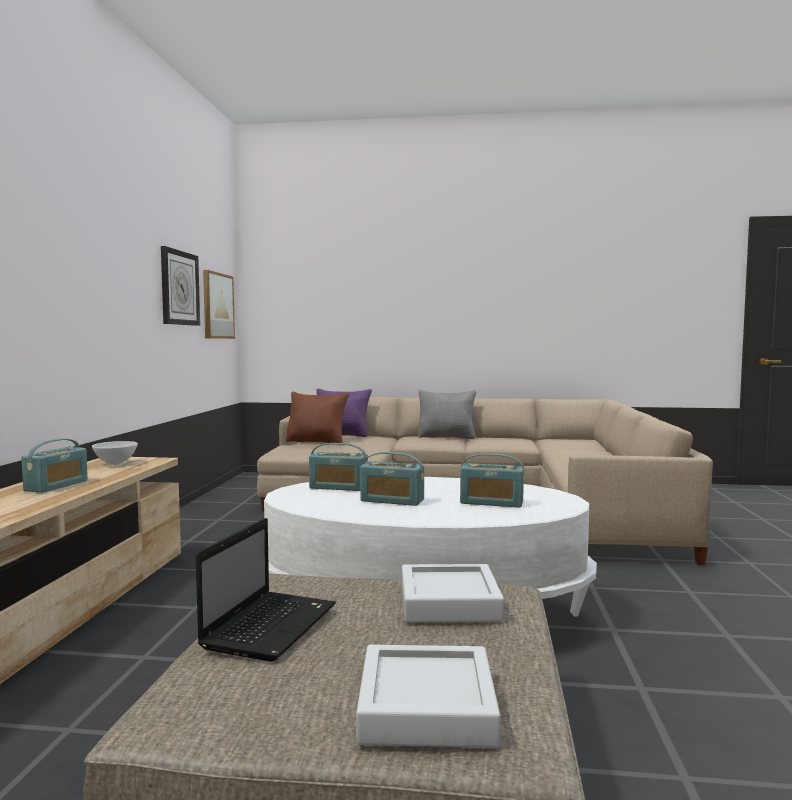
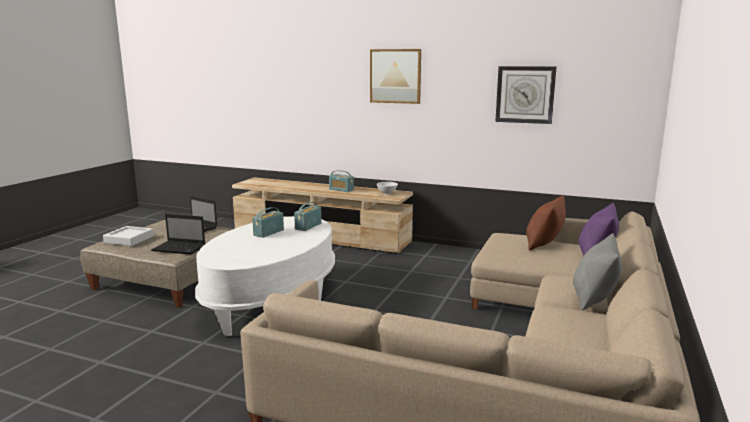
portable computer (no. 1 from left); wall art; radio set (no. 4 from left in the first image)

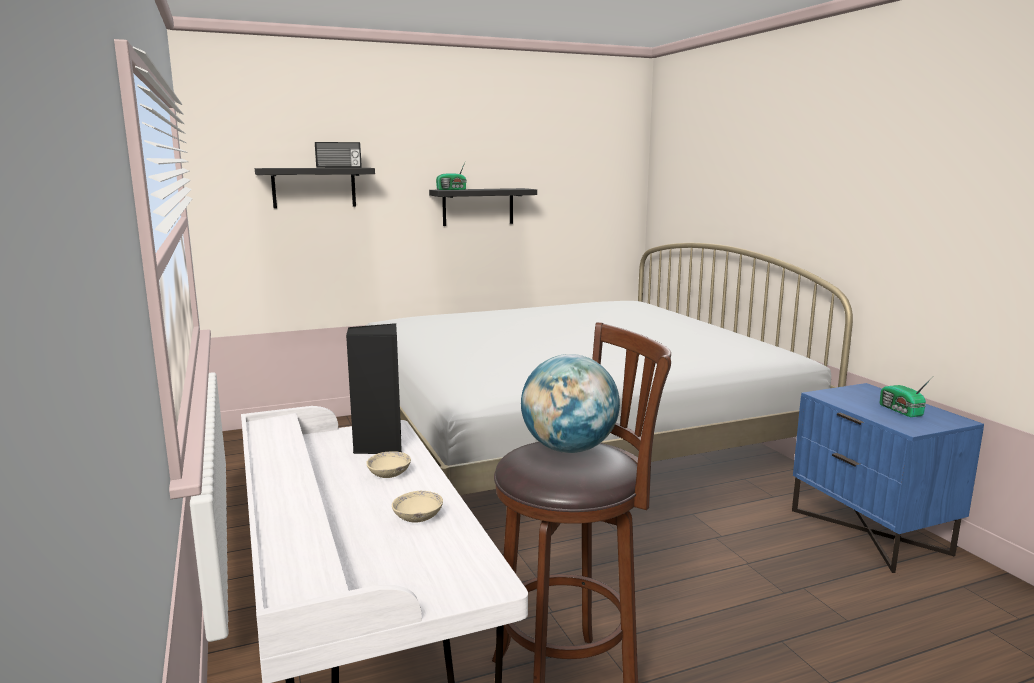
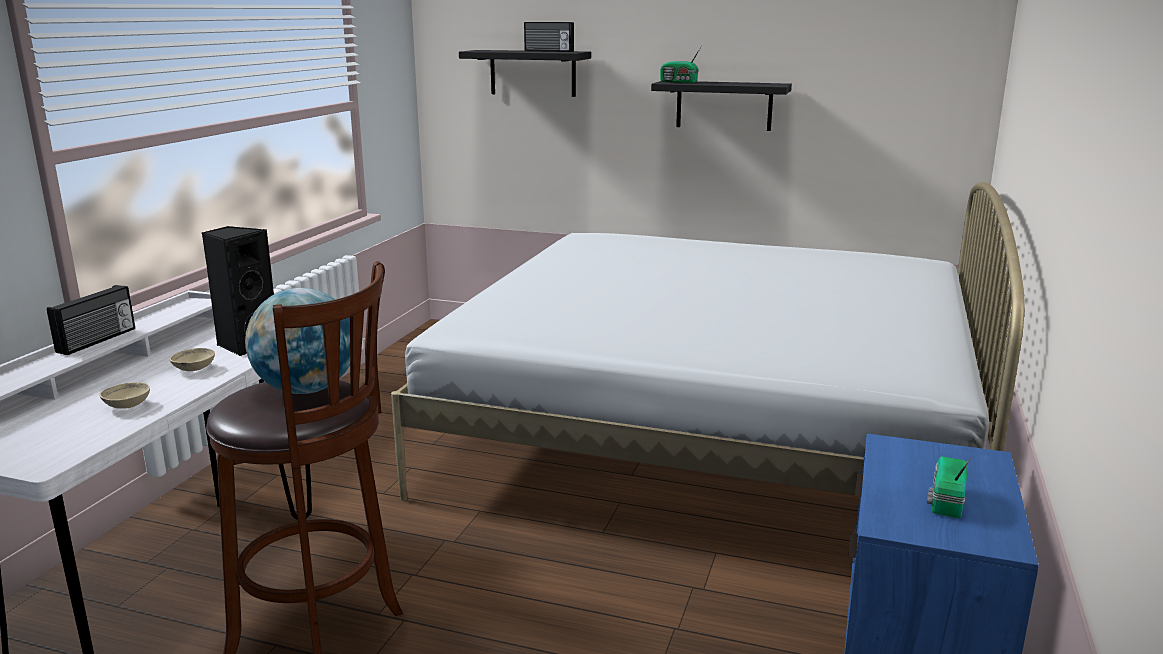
radio set (no. 1 from left)

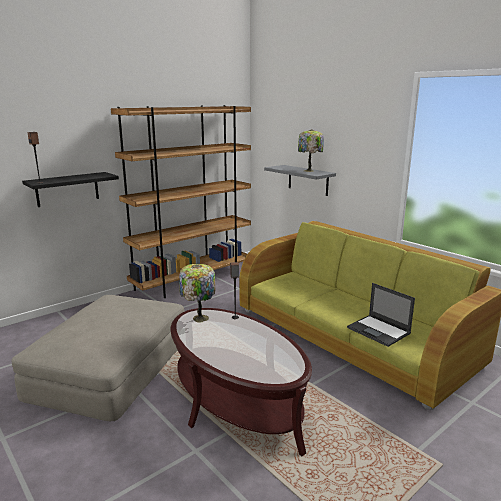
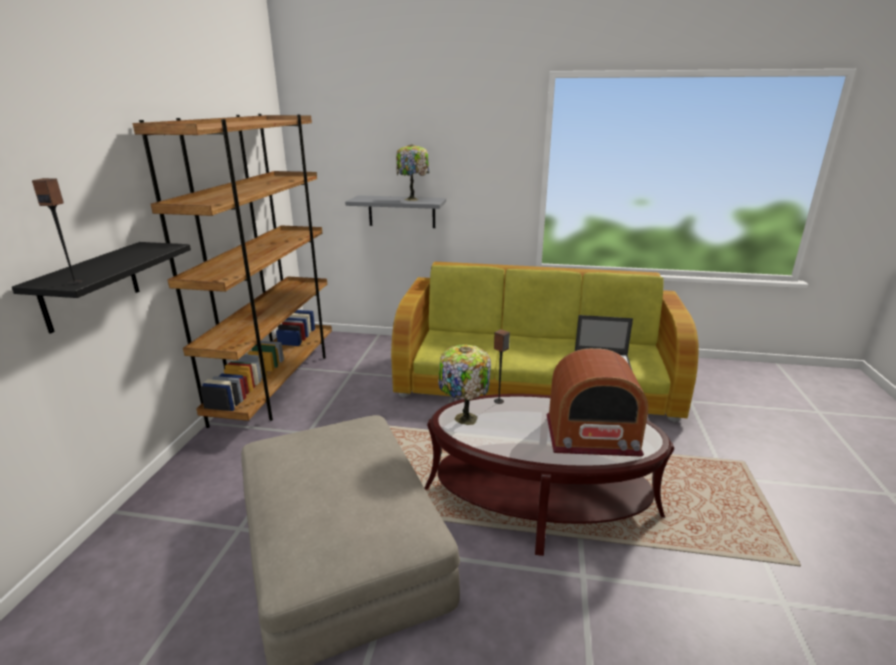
radio set

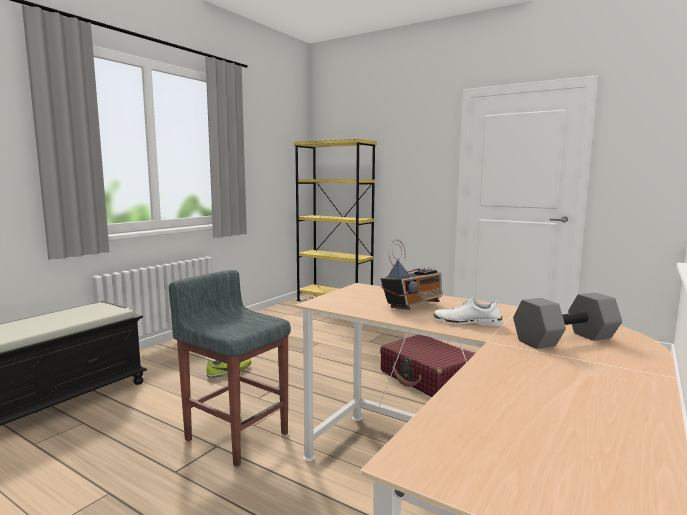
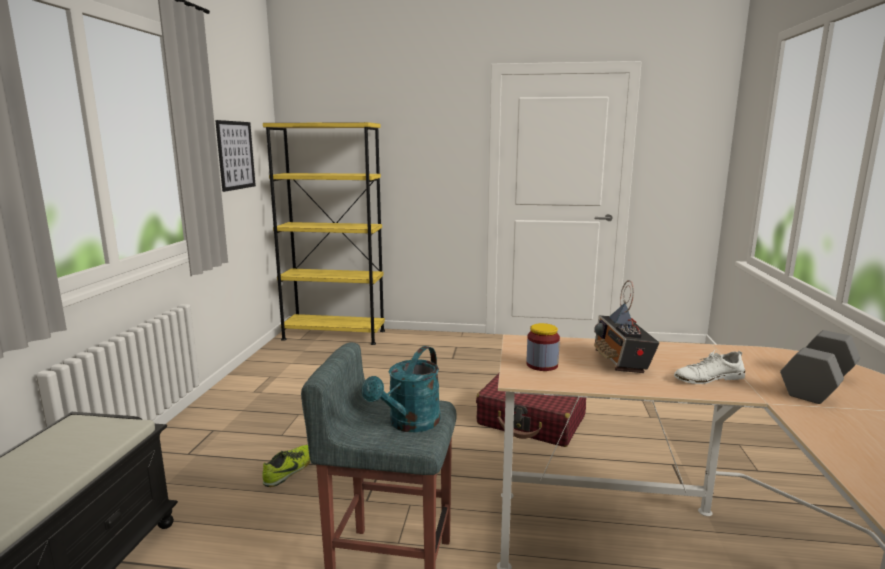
wall art; sprinkling can (turquoise); jar; radio set

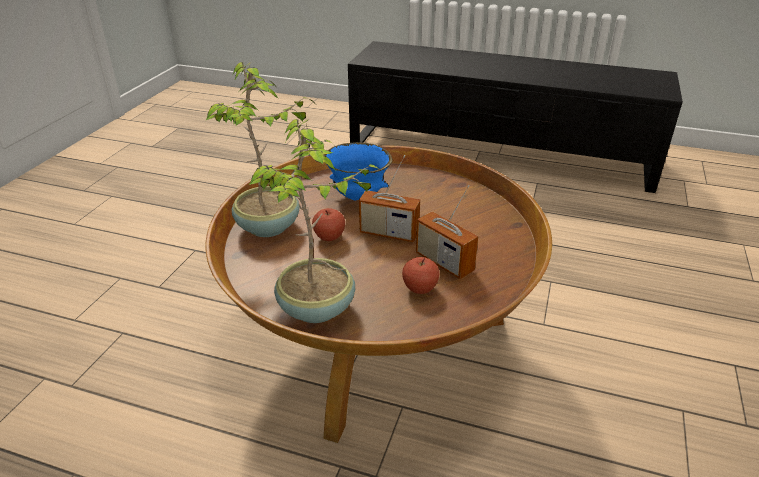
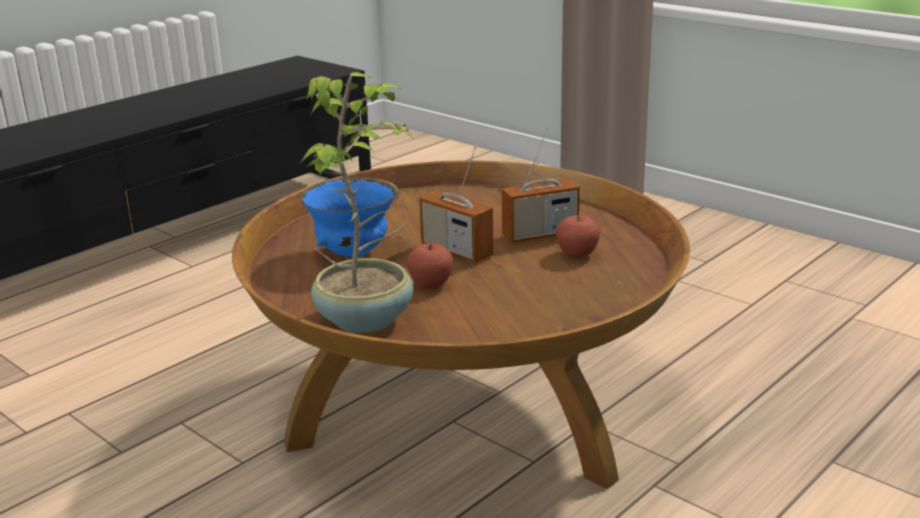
radio set (no. 1 from left); houseplant (no. 2 from left in the first image)

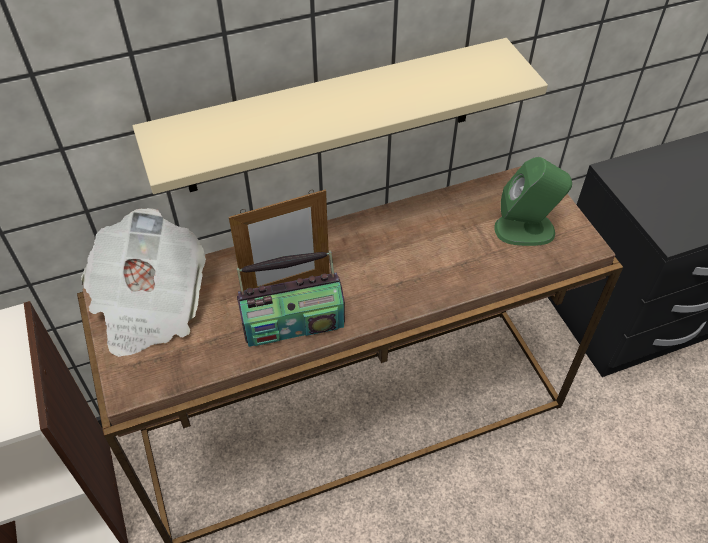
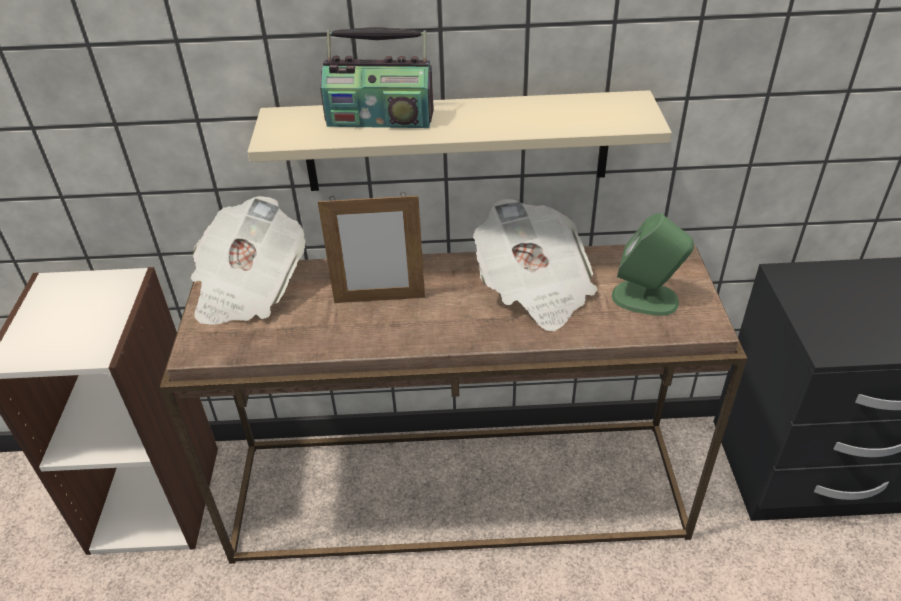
radio set; printed paper (no. 2 from left)

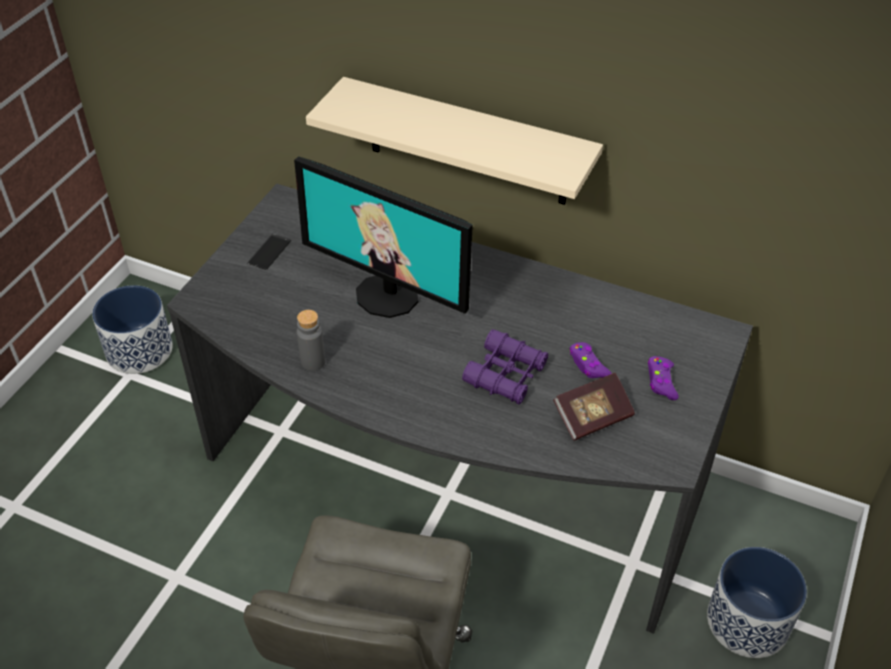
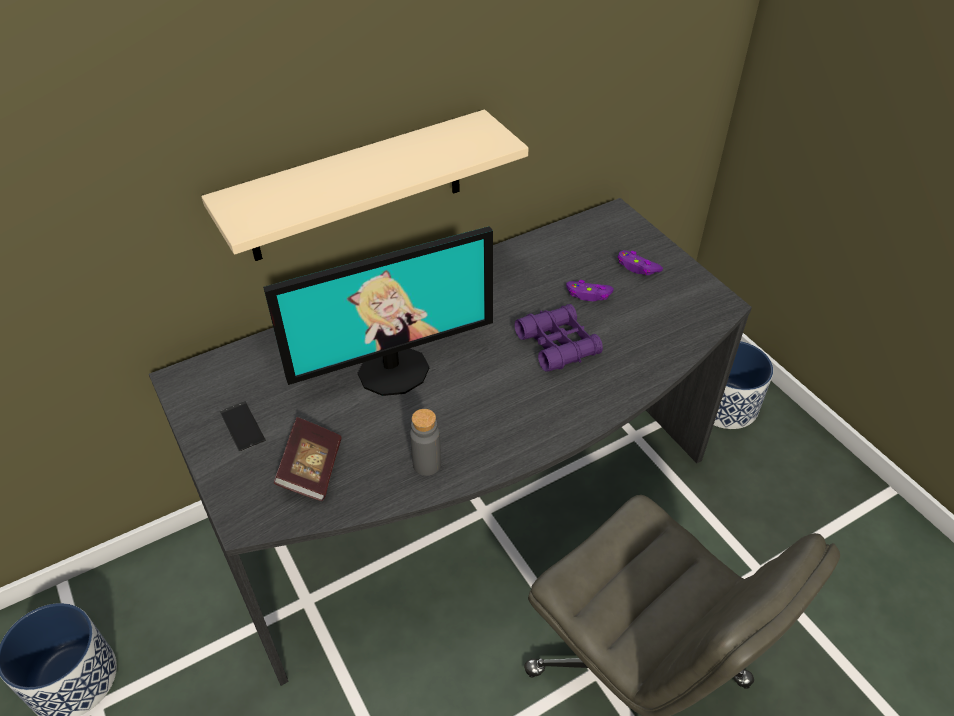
volume

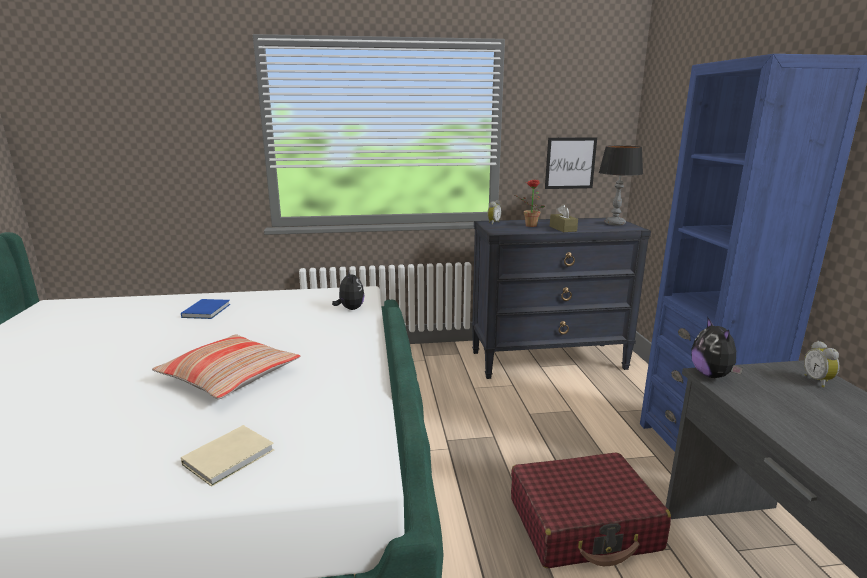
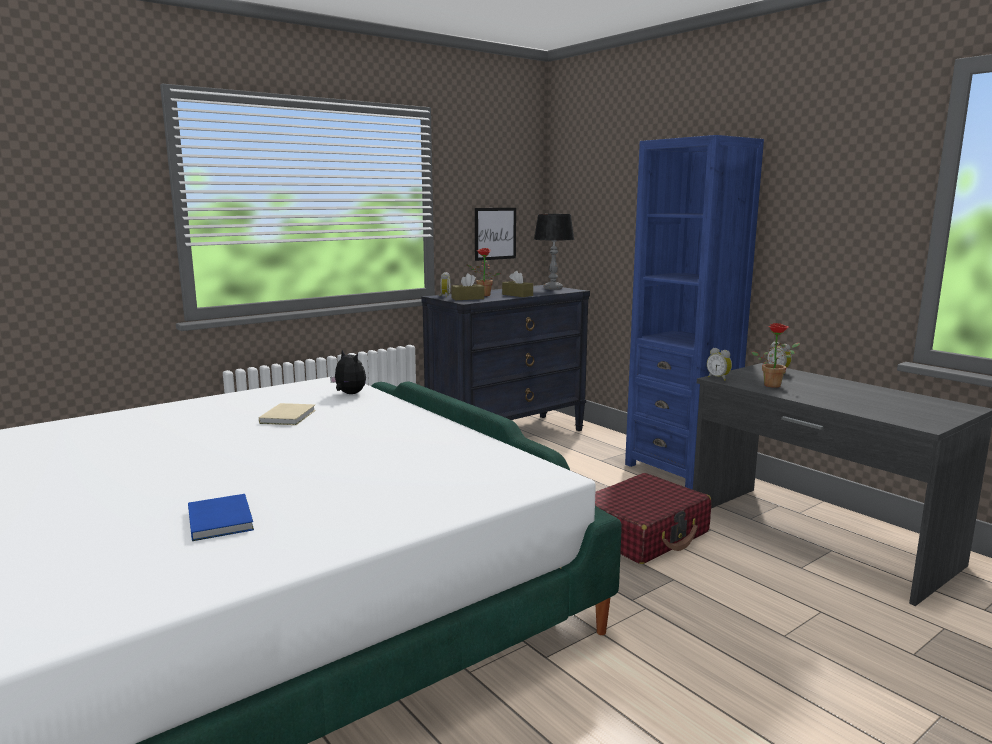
volume (blue-coloured); volume (beige); tissue box (brown) (no. 1 from left); alarm clock (no. 2 from left); houseplant (no. 2 from left); cushion

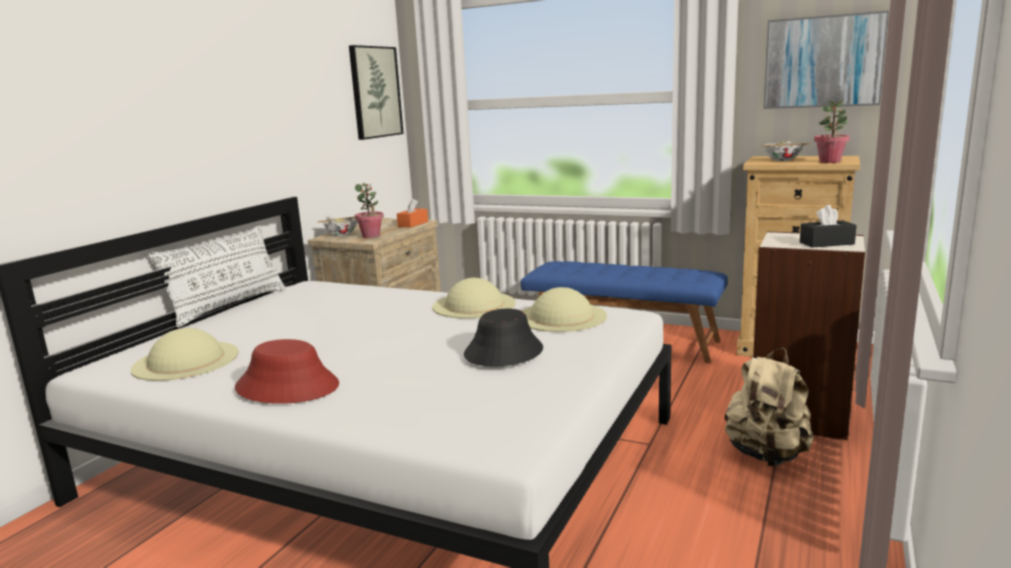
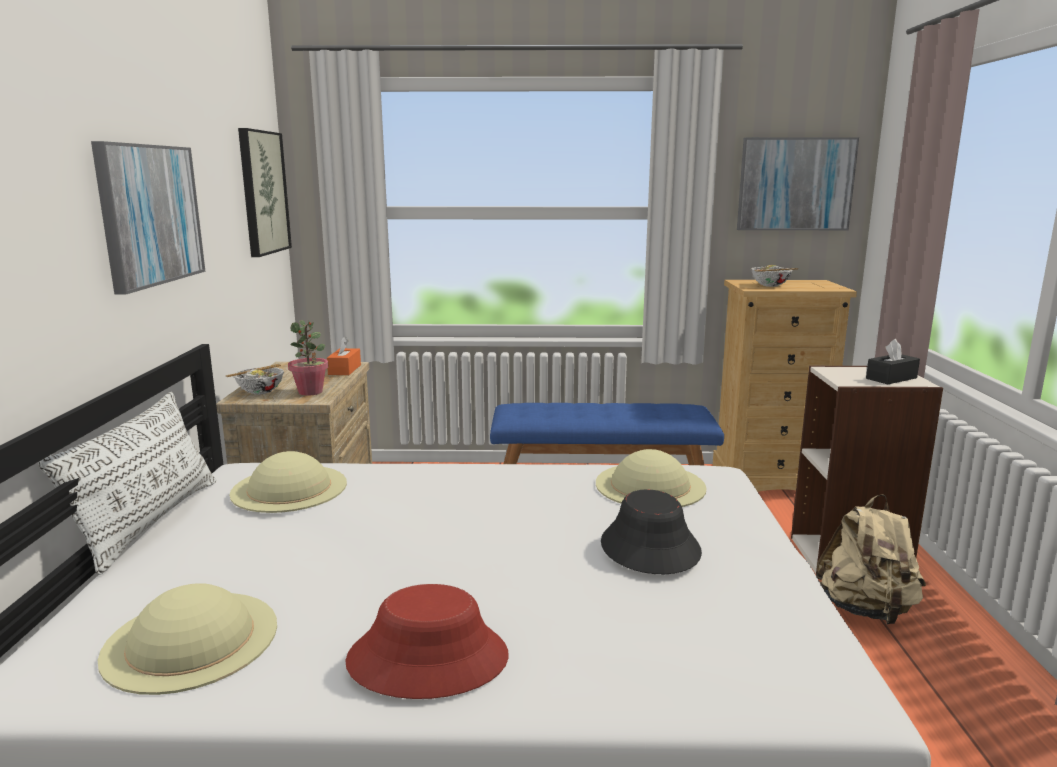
wall art (no. 1 from left); clothing hat (beige) (no. 2 from left); houseplant (no. 2 from left in the first image)

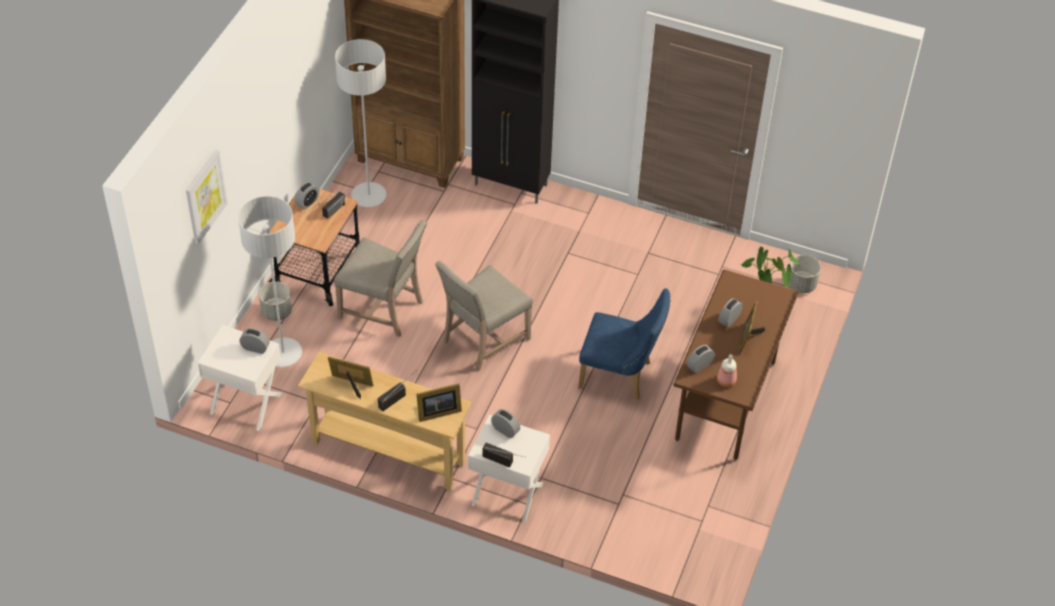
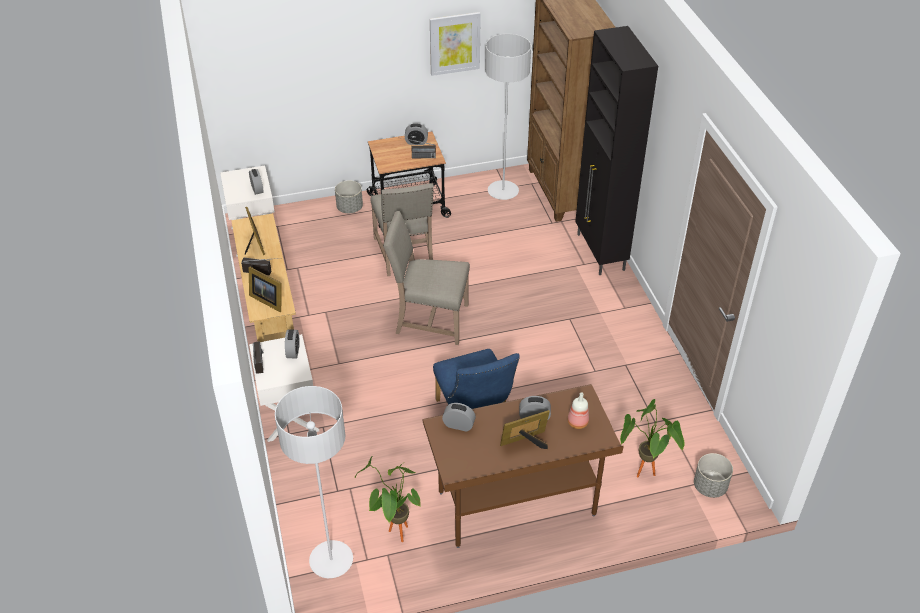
floor lamp (gray) (no. 1 from left); houseplant (no. 1 from left); wall art; drink bottle

